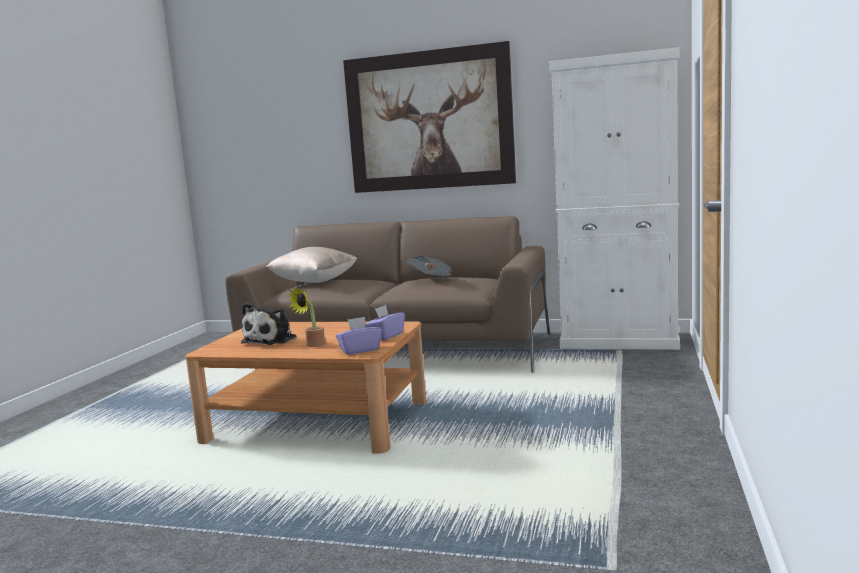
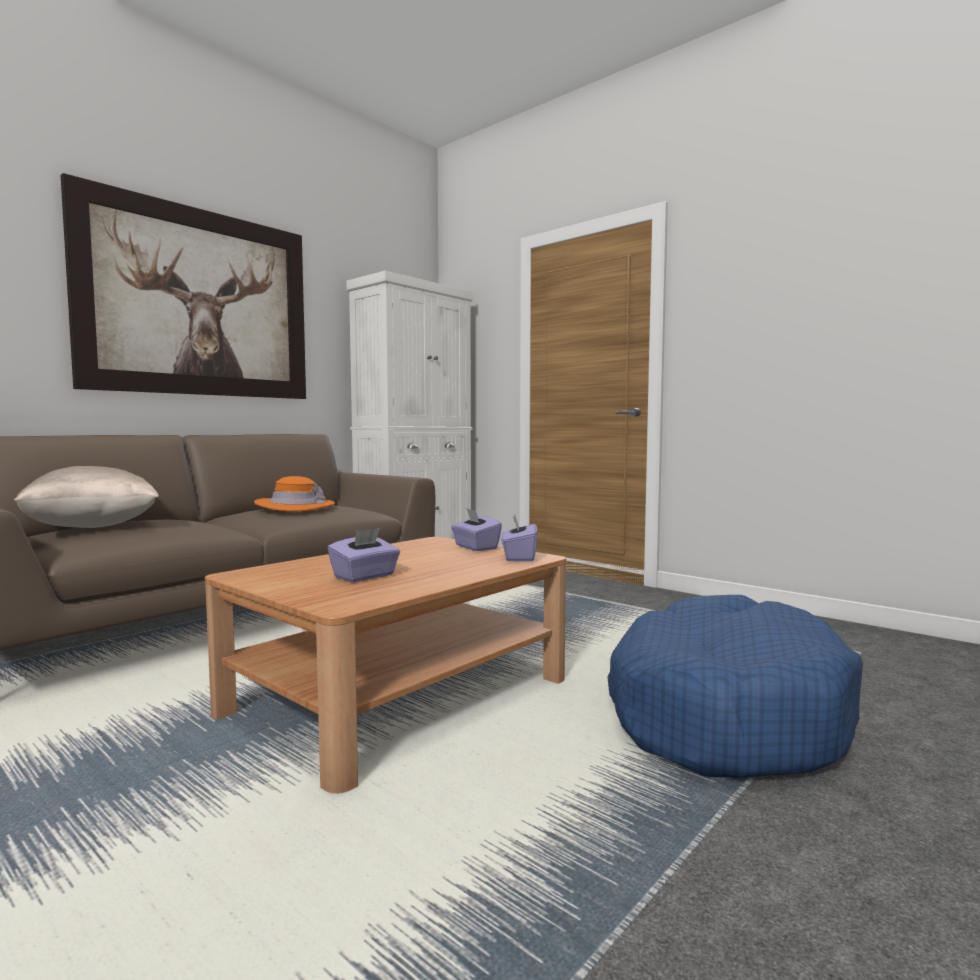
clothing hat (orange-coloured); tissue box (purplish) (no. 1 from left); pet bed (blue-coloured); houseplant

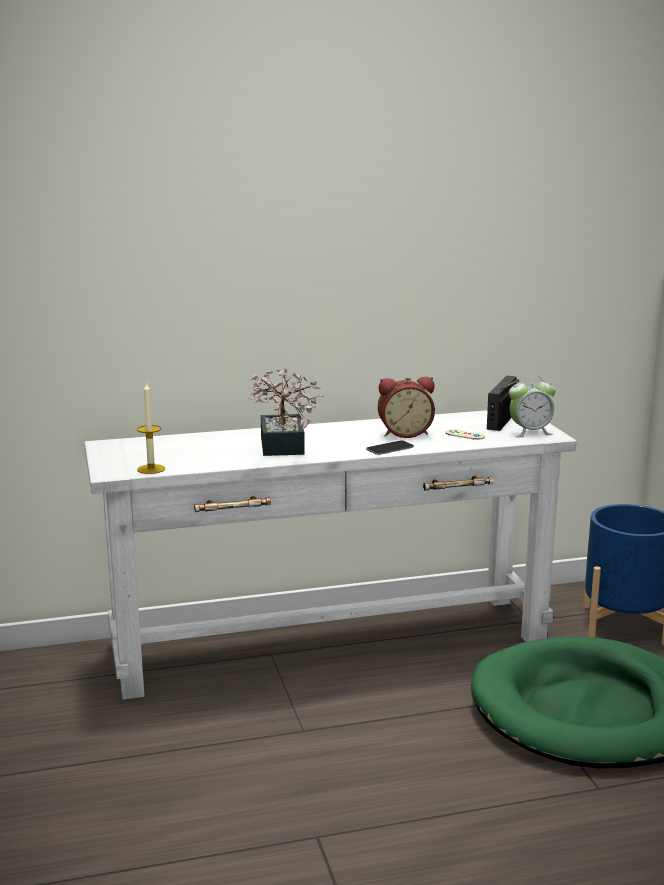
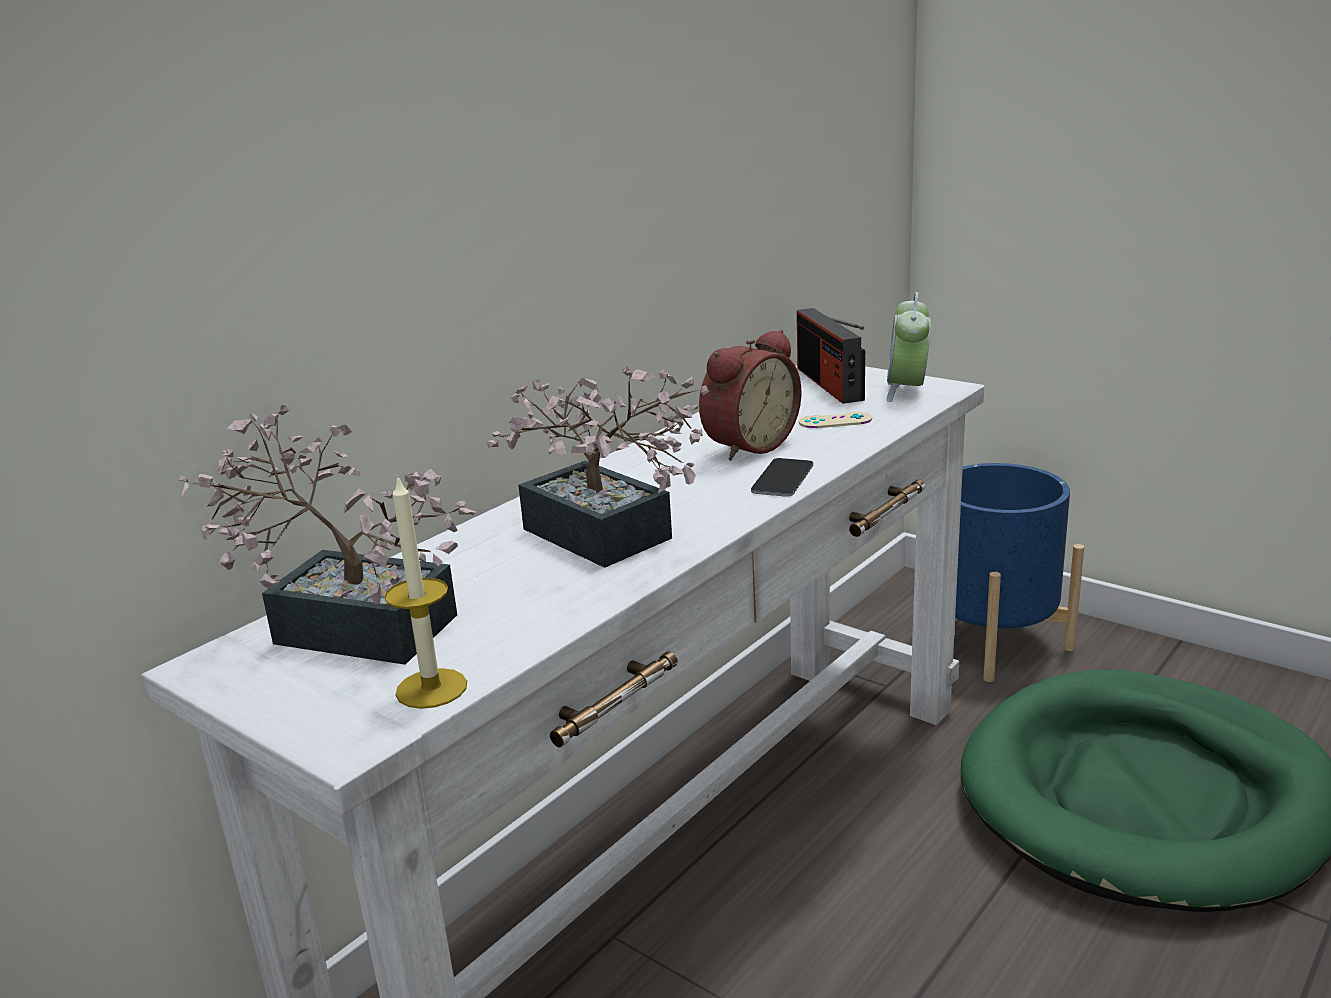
houseplant (no. 1 from left); alarm clock (no. 2 from left)

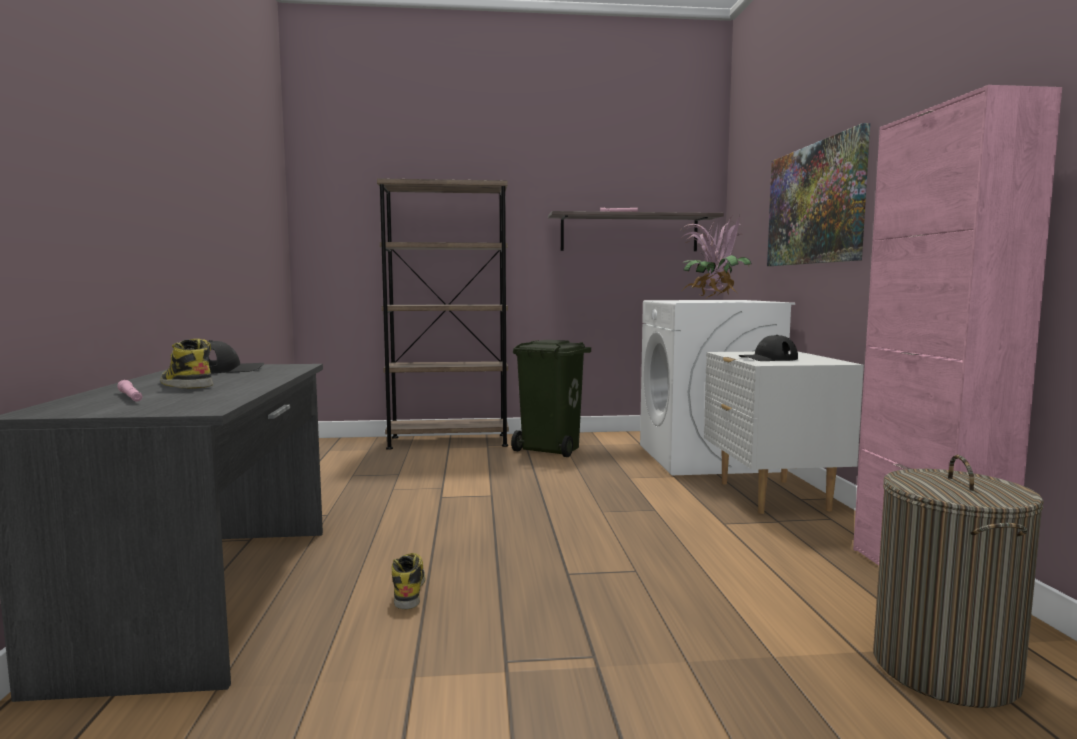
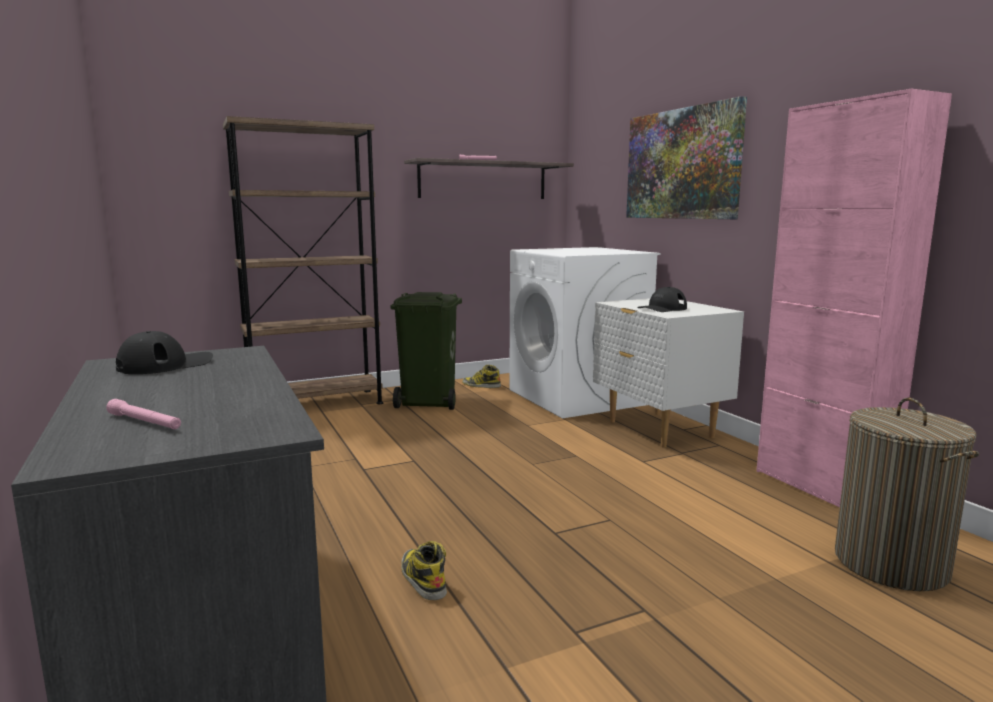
boot (no. 2 from left); houseplant

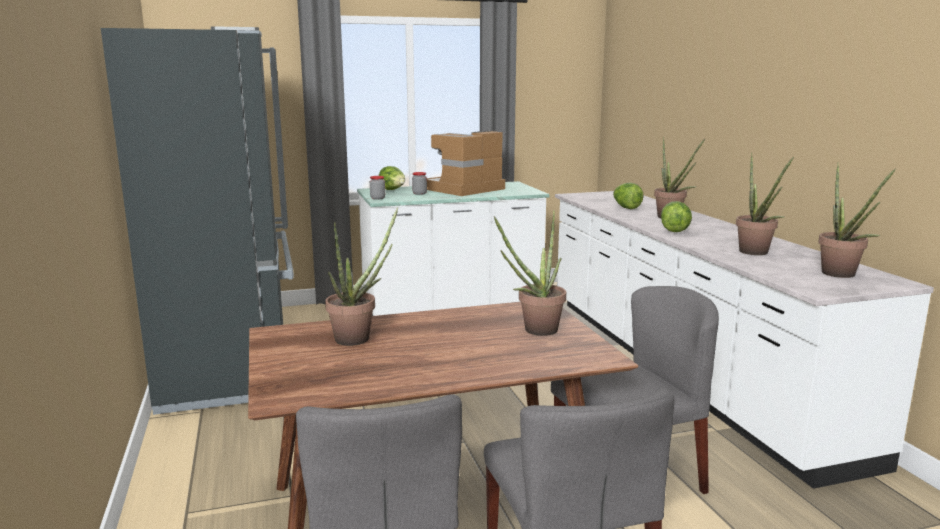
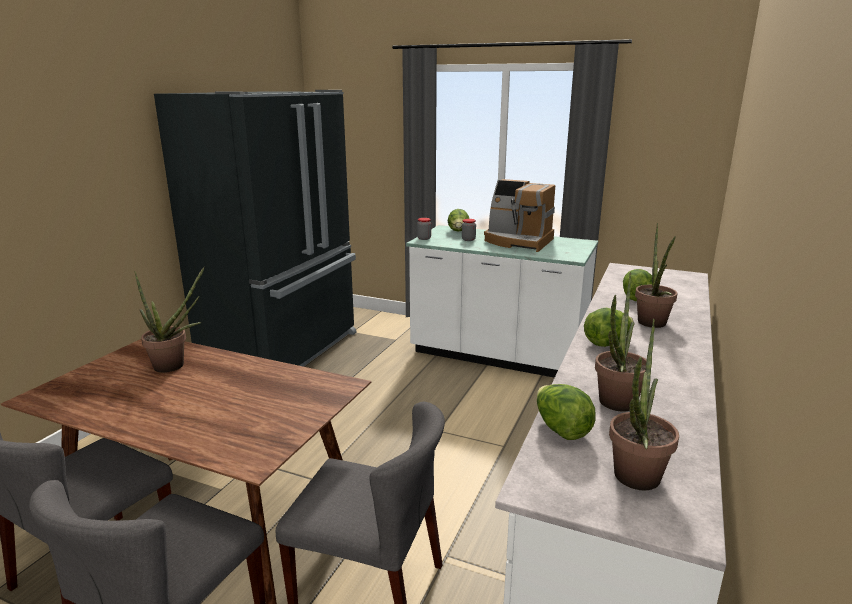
coffee maker; lettuce head (no. 2 from left); houseplant (no. 2 from left in the first image)

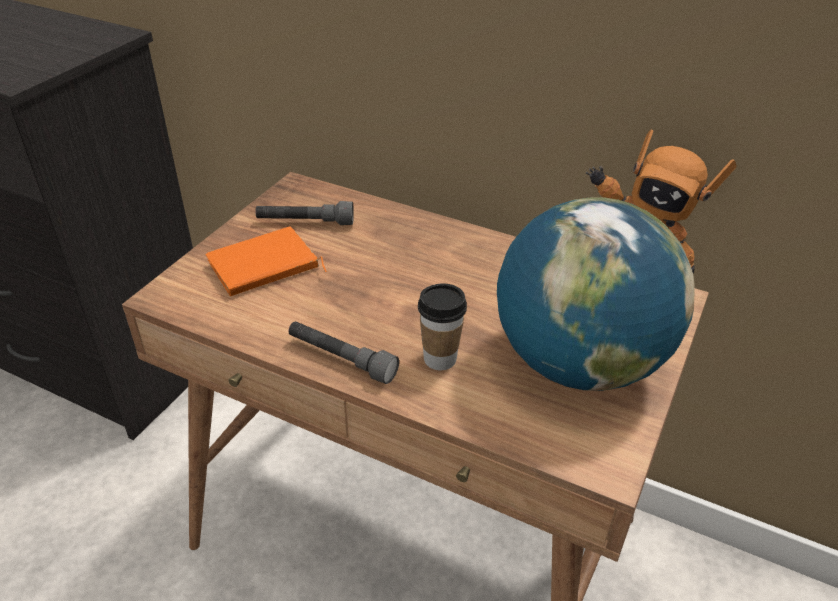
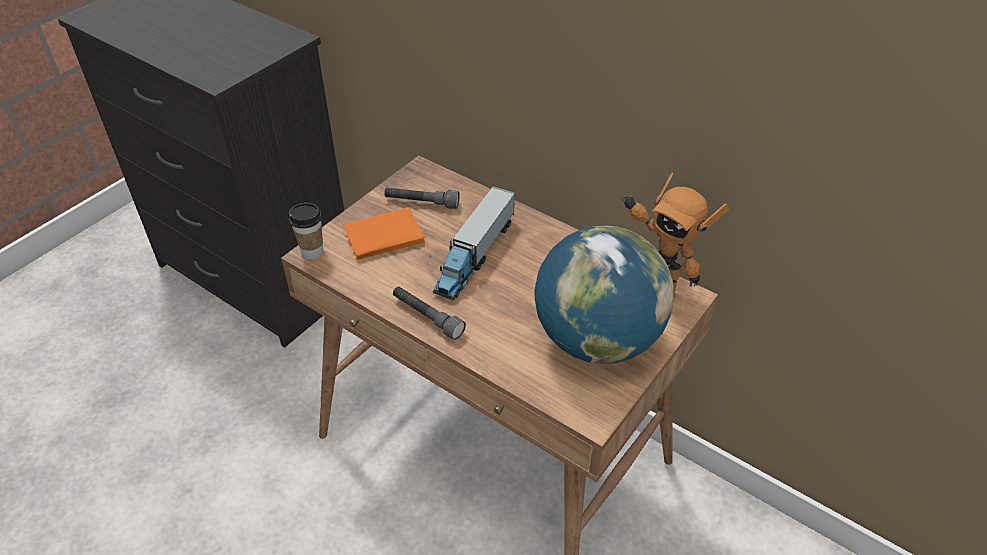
cup; model truck

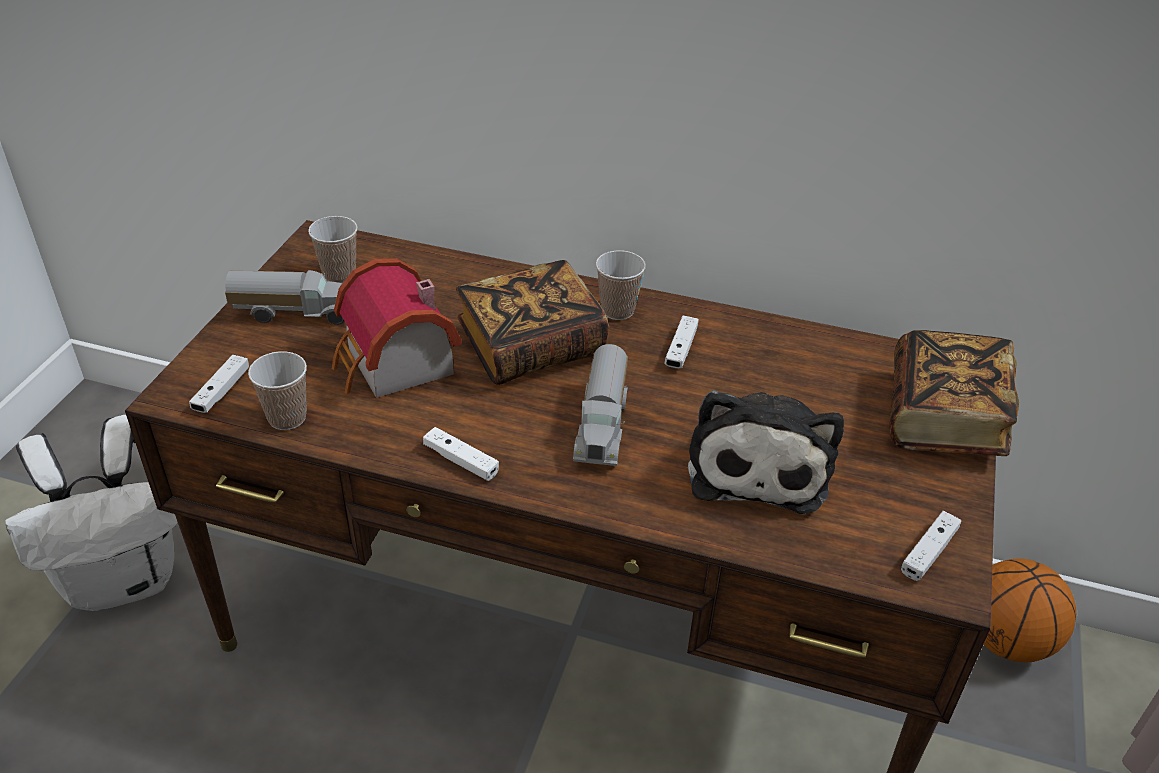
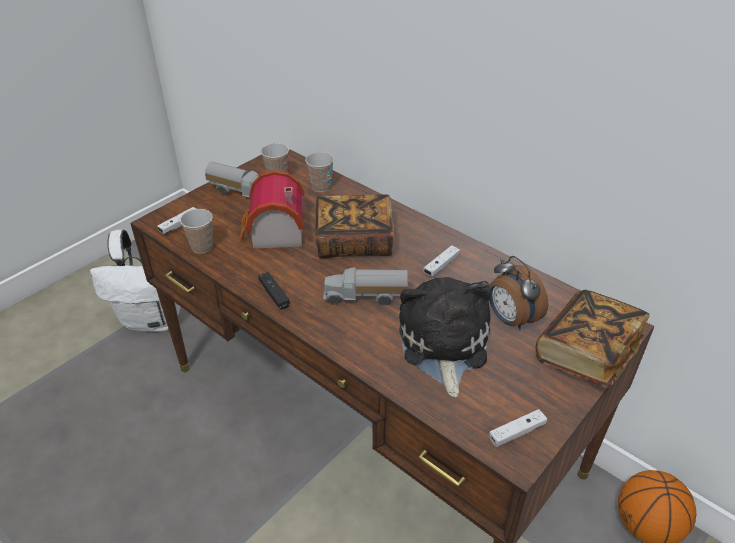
gamepad (blackish); cup (no. 3 from left); model truck (no. 2 from left); soft toy; alarm clock

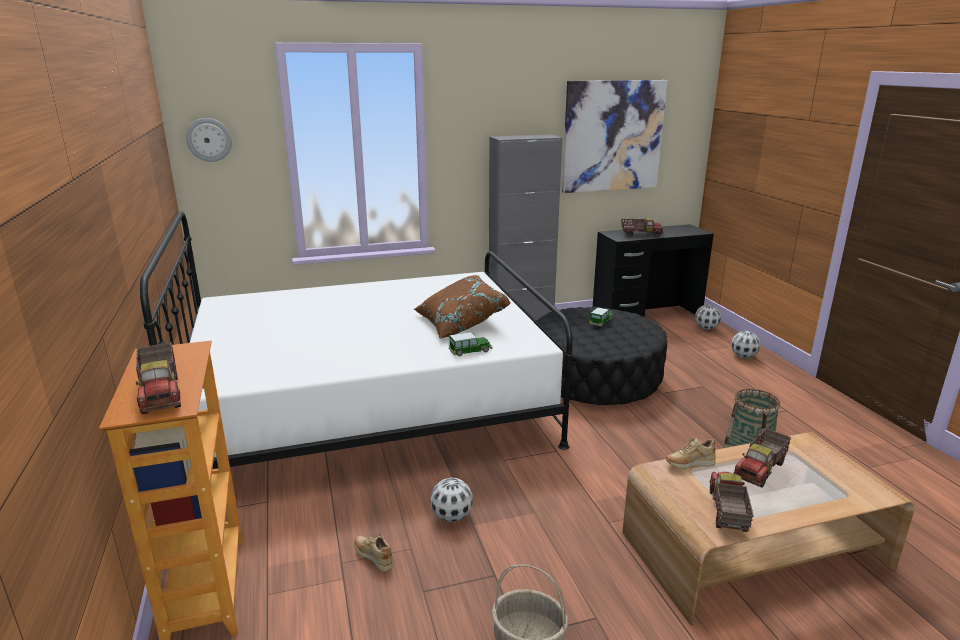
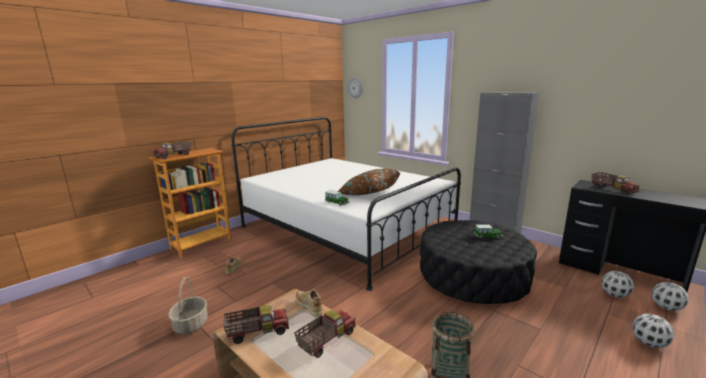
model truck (no. 3 from left); ball for football (no. 1 from left); wall art

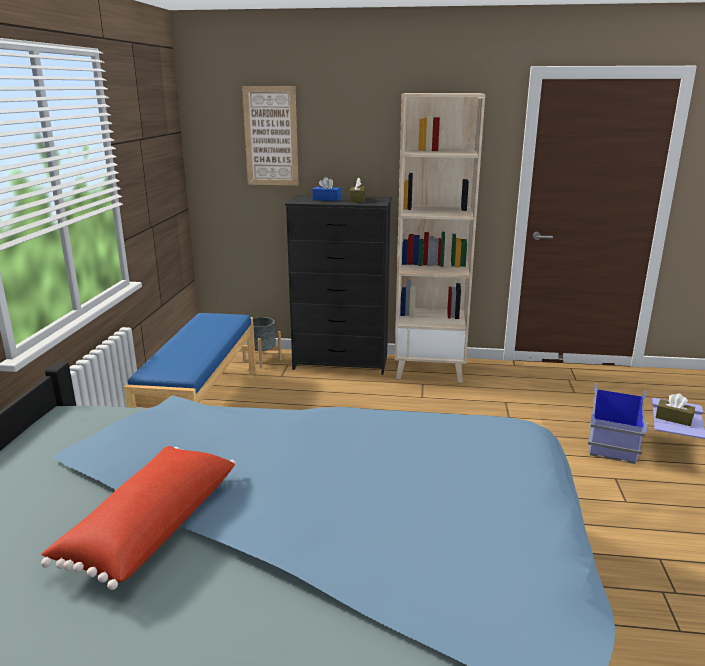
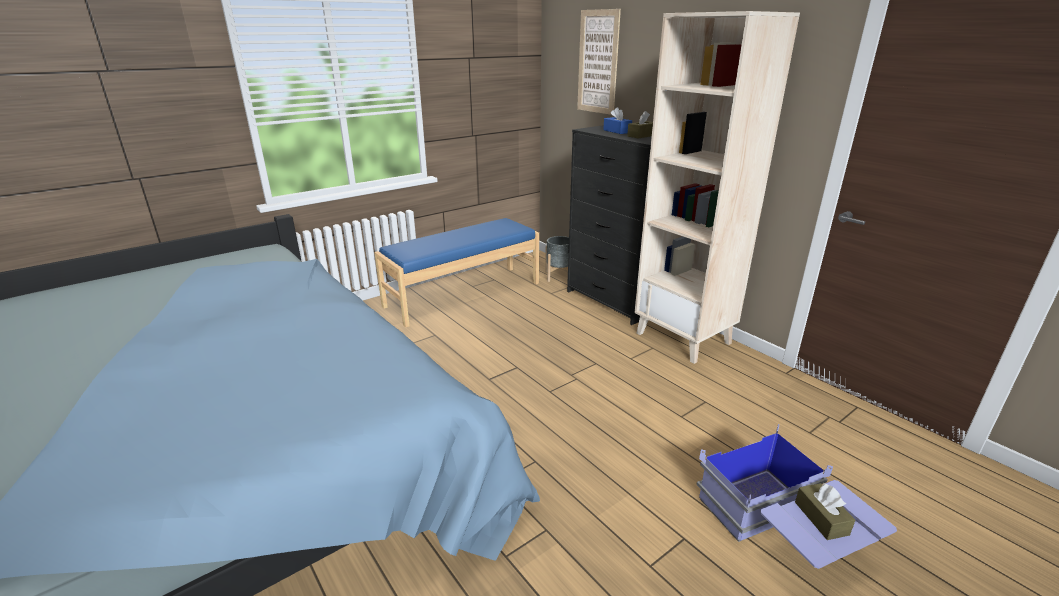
cushion (reddish)

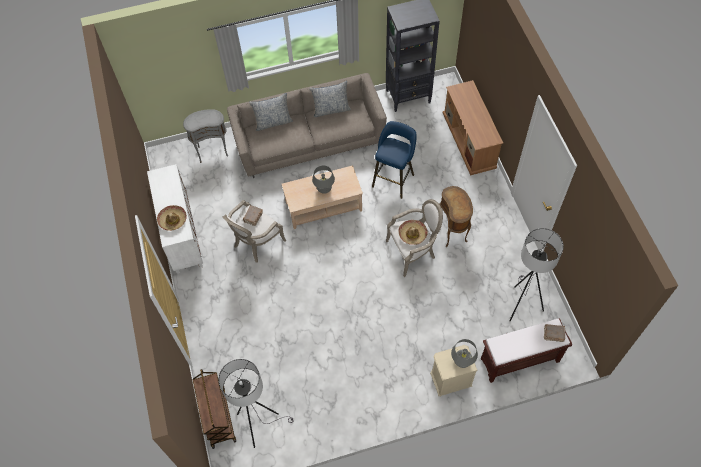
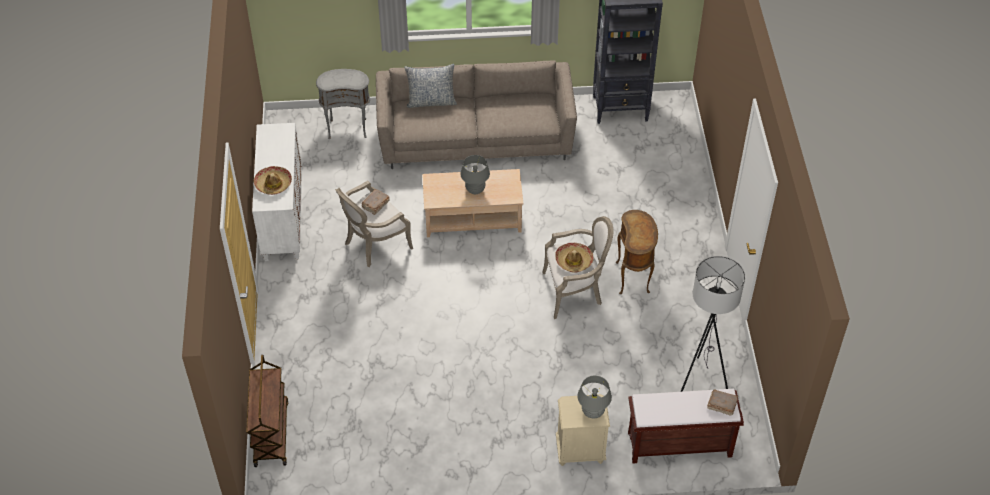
floor lamp (gray) (no. 1 from left in the first image); cushion (no. 2 from left in the first image); sitting stool (blue-coloured); media console (brown)

